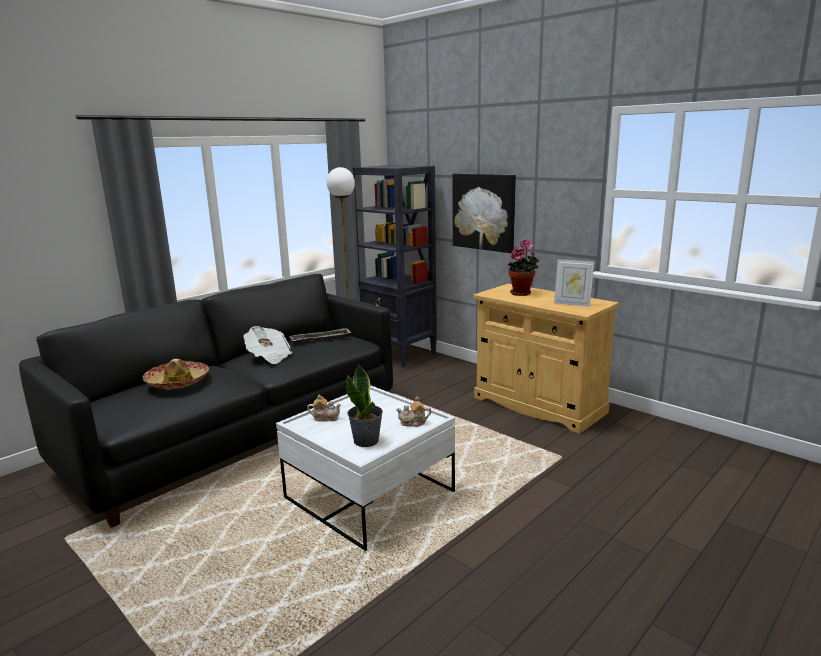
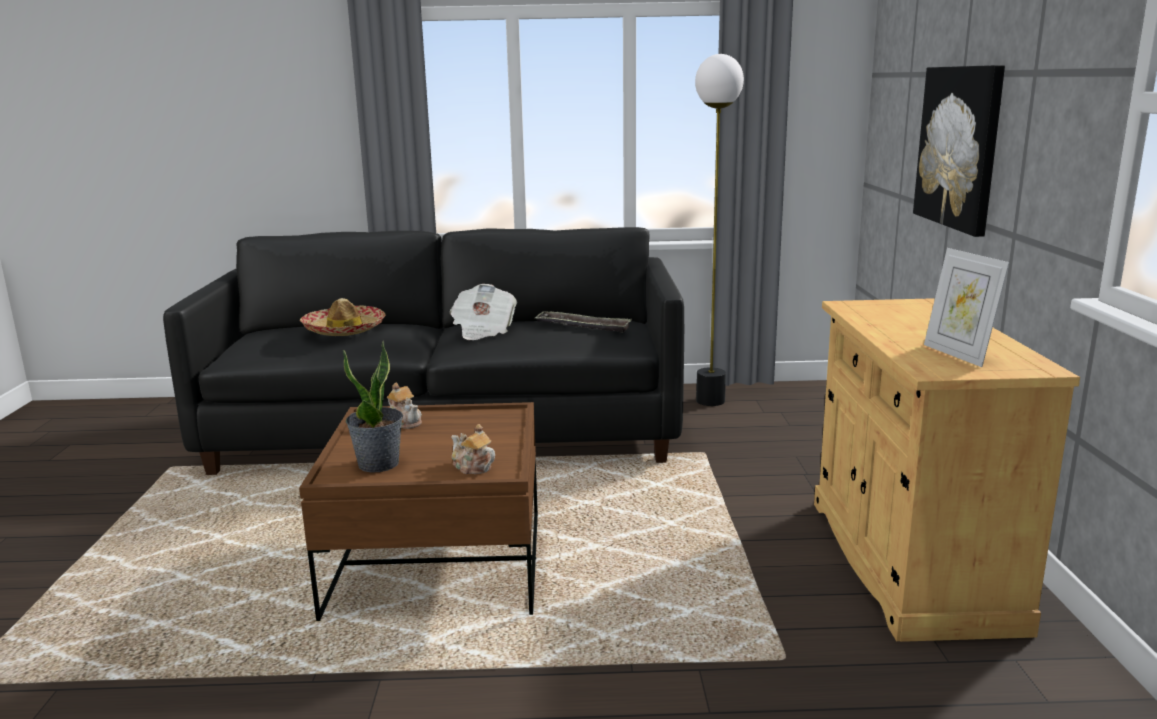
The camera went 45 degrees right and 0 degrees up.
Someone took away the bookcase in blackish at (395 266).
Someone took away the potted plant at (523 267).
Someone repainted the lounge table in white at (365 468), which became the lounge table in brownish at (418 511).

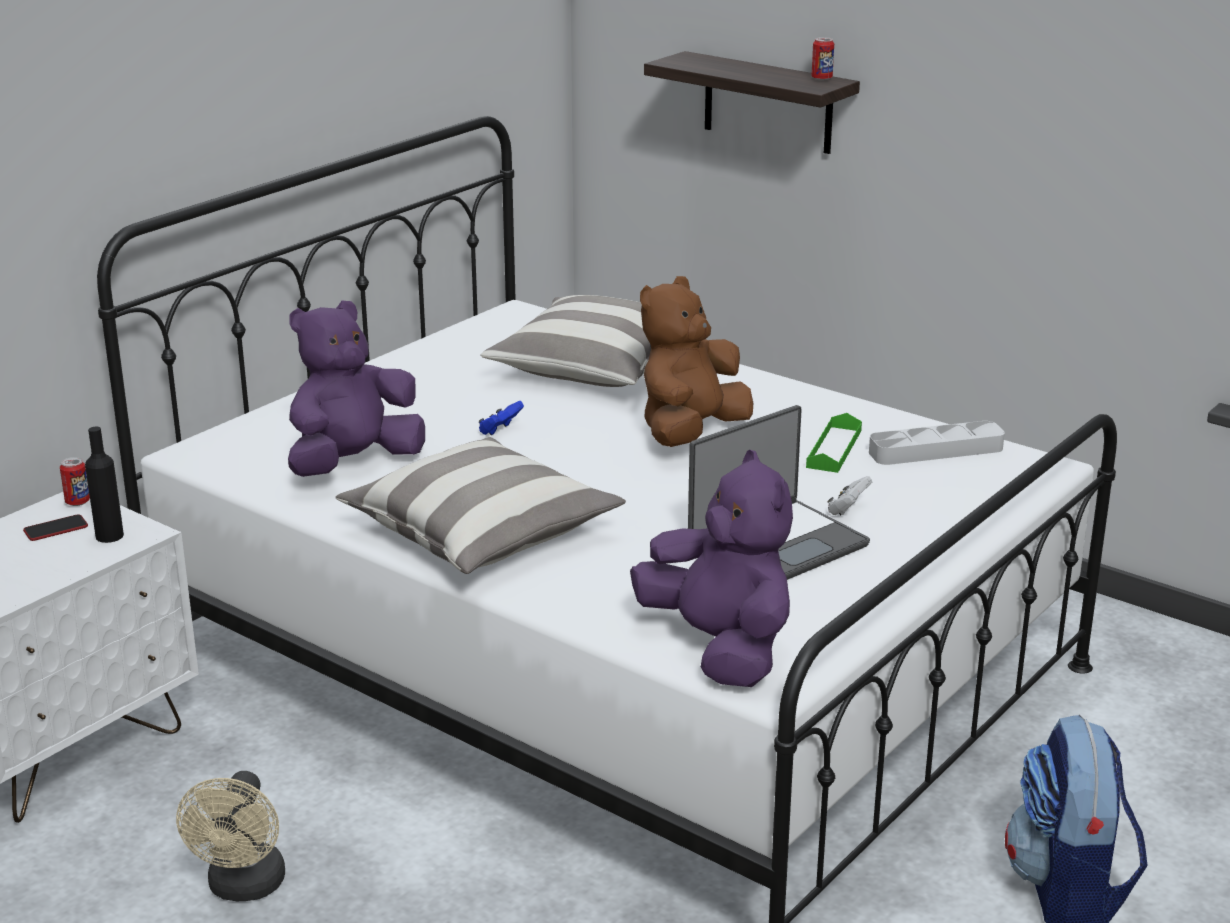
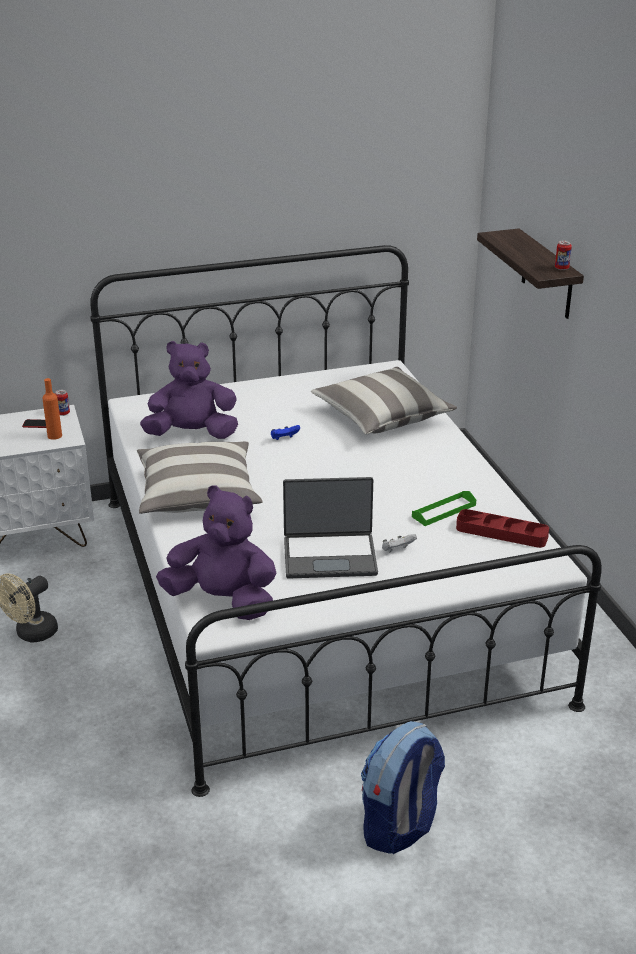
The camera went 35 degrees right and 5 degrees up.
Someone took away the soft toy in brownish at (696 361).
Someone repainted the beverage bottle in blackish at (104 485), which became the beverage bottle in orangey at (52 409).
Someone repainted the tray in greyish at (937 443), which became the tray in red-coloured at (502 528).
Someone rotated the soft toy in purple at (711 568) by 75 degrees counterclockwise.

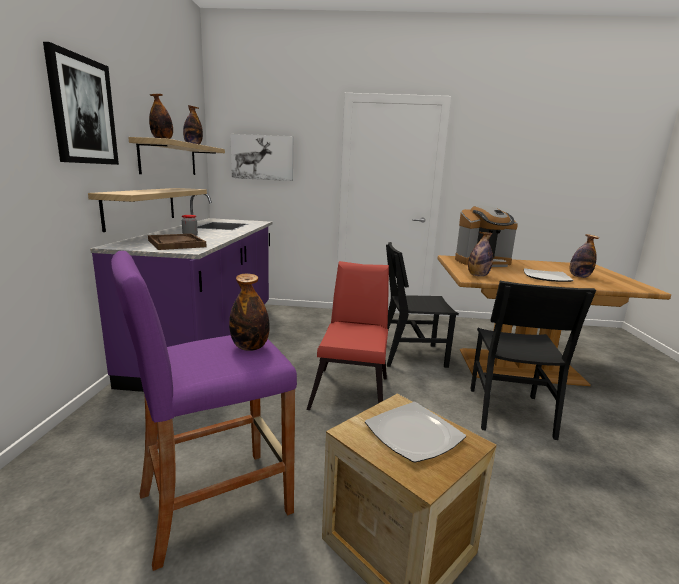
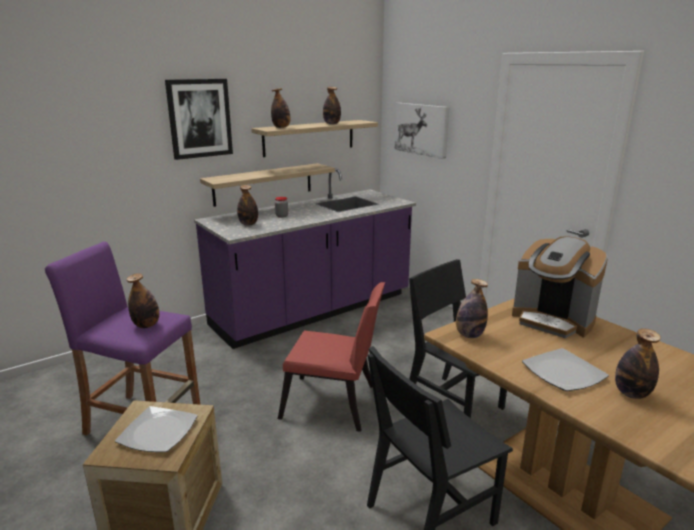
The camera went 50 degrees right and 5 degrees up.
Someone swapped the tray in brownish at (177 242) for the beverage bottle at (247 205).
Someone rotated the plain chair in red-coloured at (347 335) by 45 degrees clockwise.

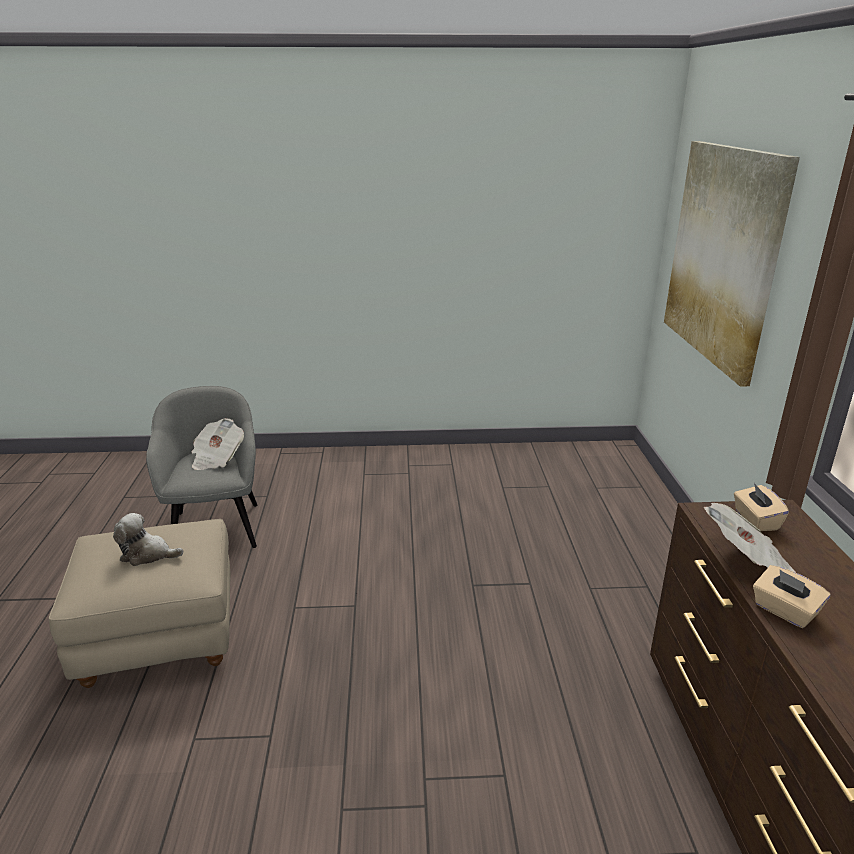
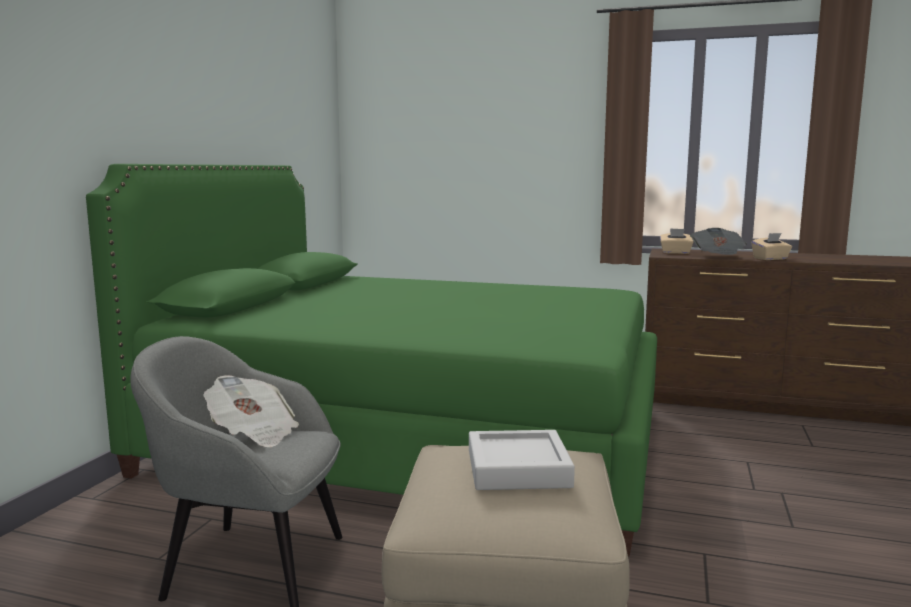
The camera went 70 degrees left and 15 degrees down.
Someone took away the picture at (732 264).
Someone put down the bedroom bed in green-coloured at (371 360).
Someone swapped the soft toy at (148 539) for the tray in greyish at (522 460).

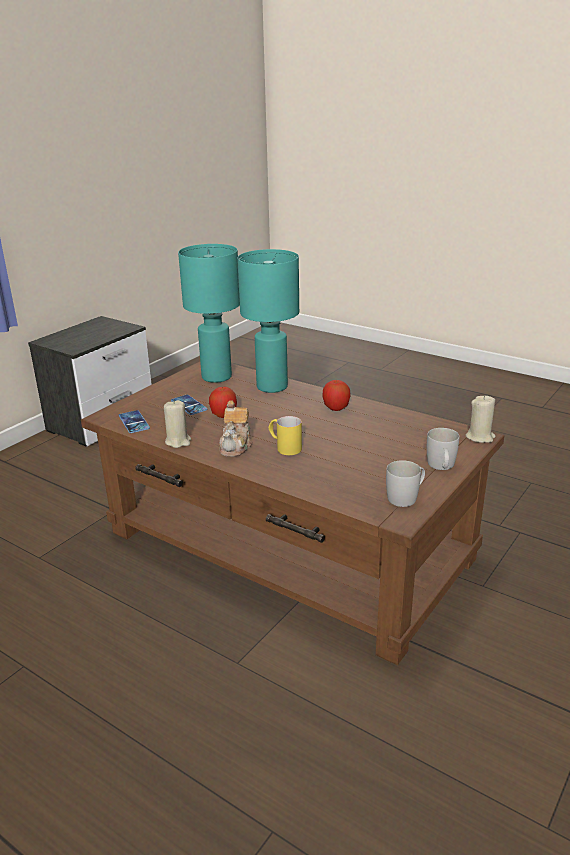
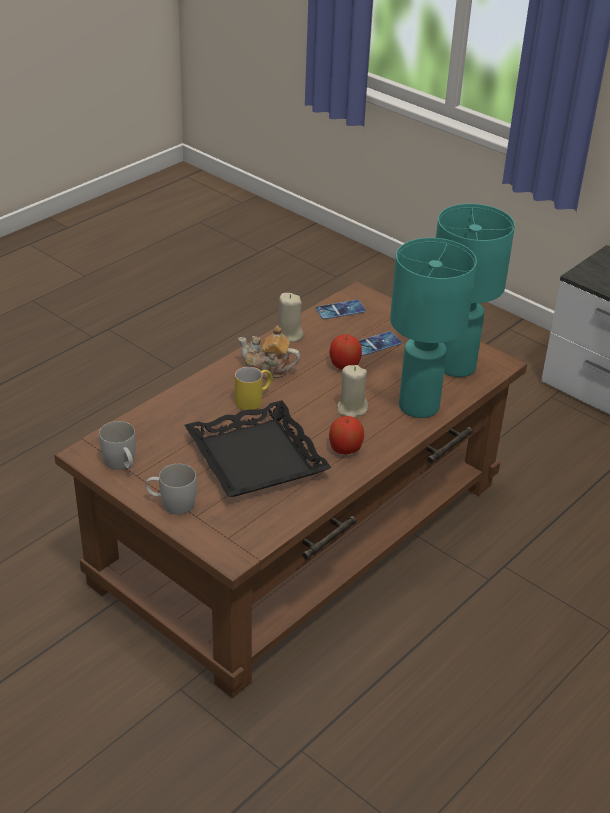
The camera went 95 degrees right and 10 degrees up.
Someone put down the tray in blackish at (257 448).
Someone carried the wax candle in beige-coloured from (480 419) to (352 391).

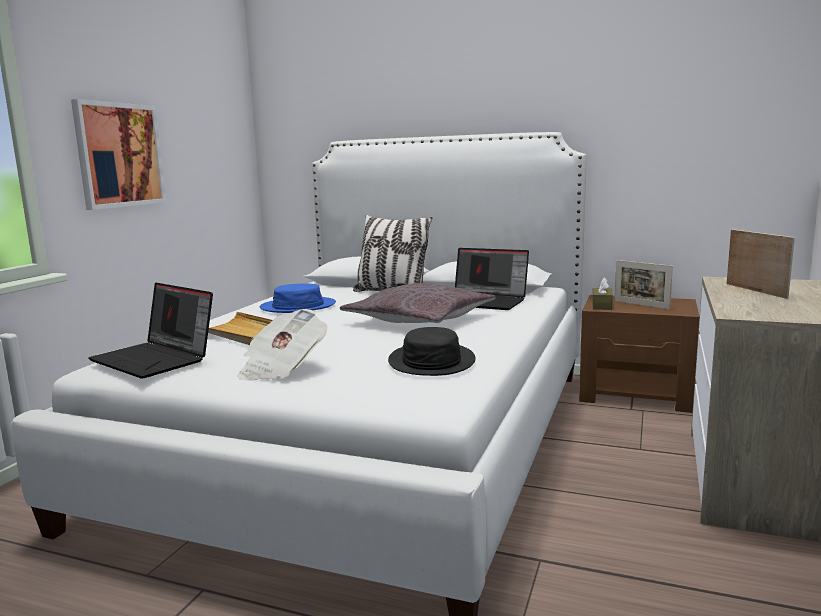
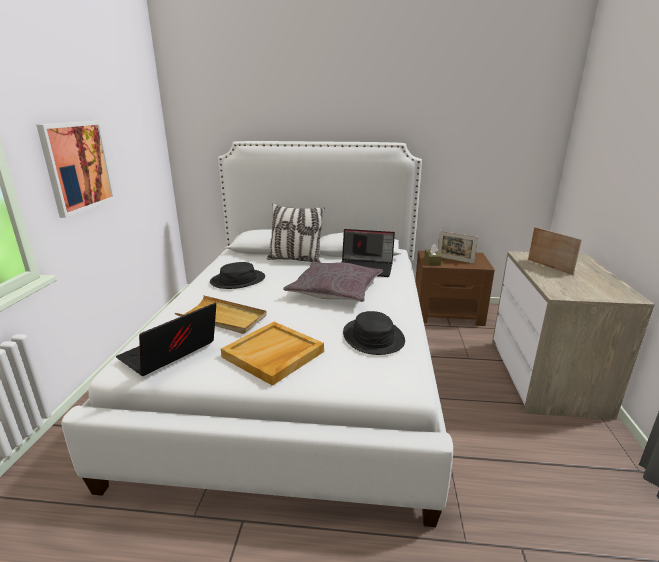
The camera went 15 degrees left and 10 degrees up.
Someone swapped the printed paper at (282 345) for the tray in beige-coloured at (272 354).
Someone repainted the hat in bluish at (298 298), which became the hat in blackish at (237 275).
Someone rotated the laptop at (150 331) by 105 degrees clockwise.

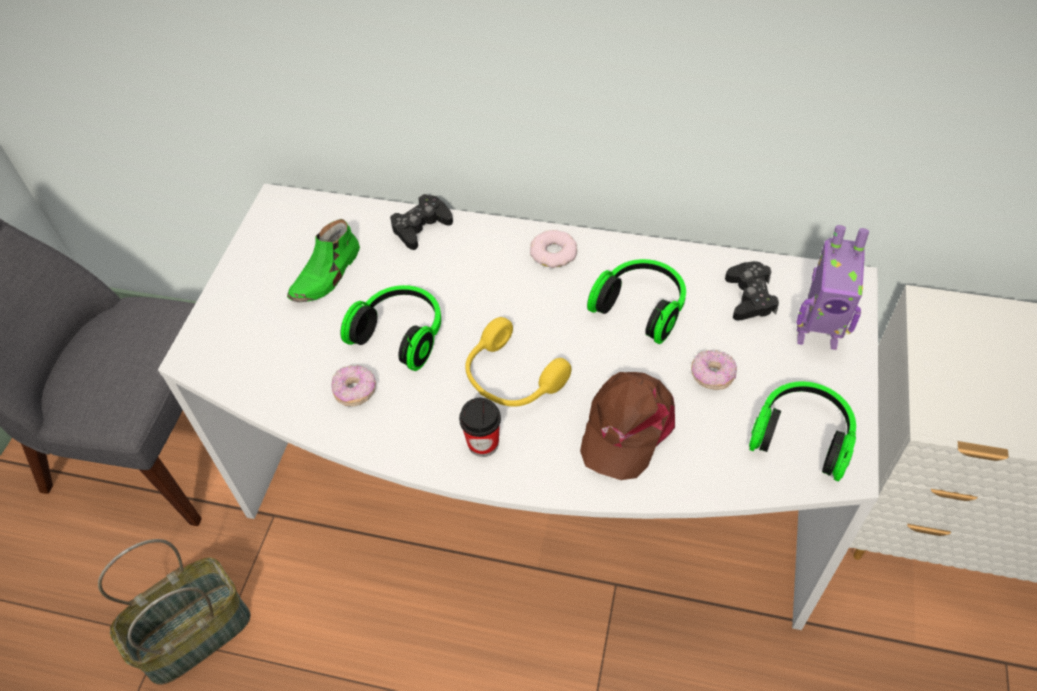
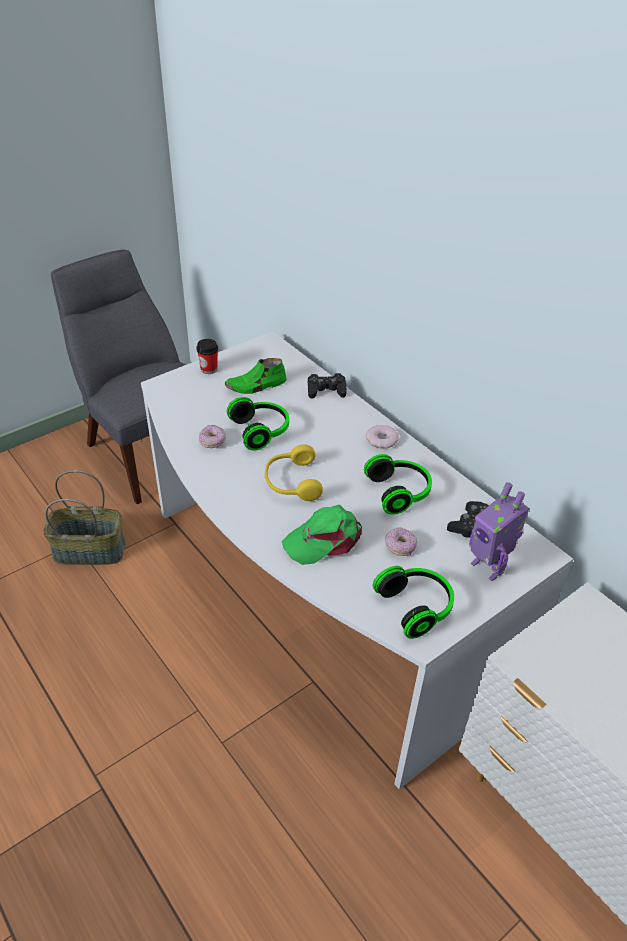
The camera went 35 degrees right and 10 degrees down.
Someone carried the small cup from (480 427) to (207 356).
Someone repainted the baseball cap in brownish at (627 426), which became the baseball cap in green-coloured at (322 535).

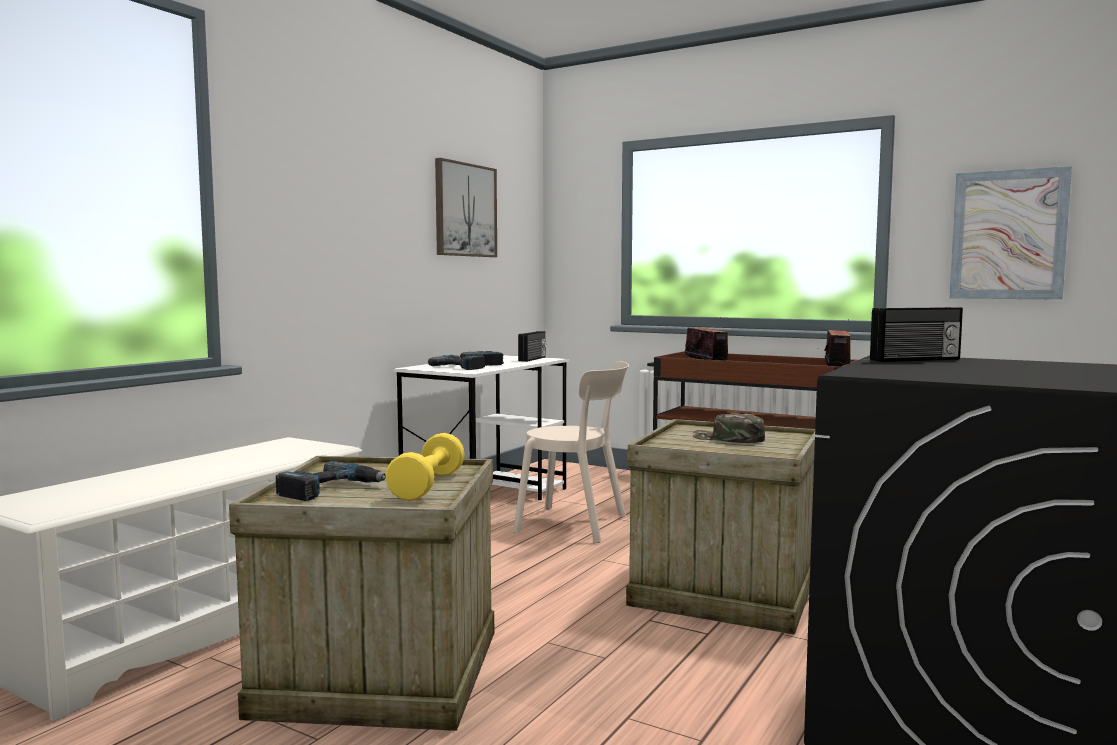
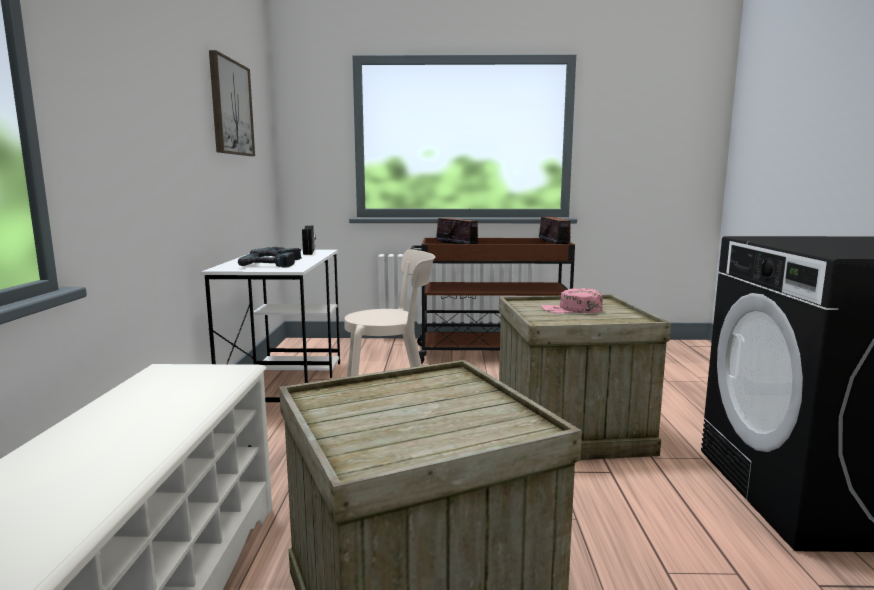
The camera went 30 degrees left and 5 degrees up.
Someone took away the drill at (331 481).
Someone took away the free weight in yellow-coloured at (425 467).
Someone took away the radio set at (916 334).
Someone took away the picture at (1011 233).
Someone repainted the baseball cap in green-coloured at (729 428), which became the baseball cap in pink at (572 300).

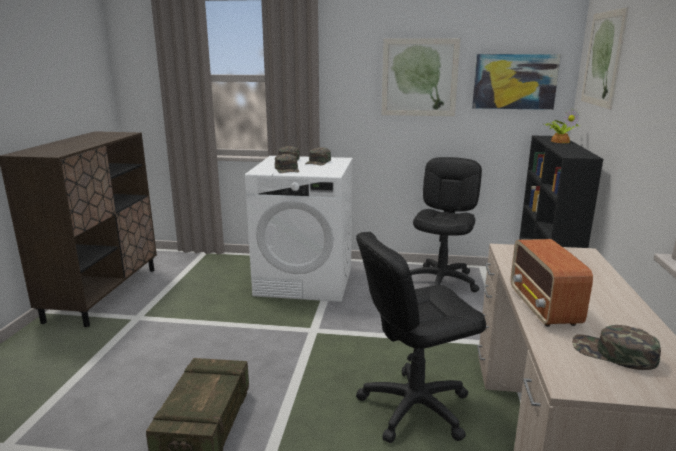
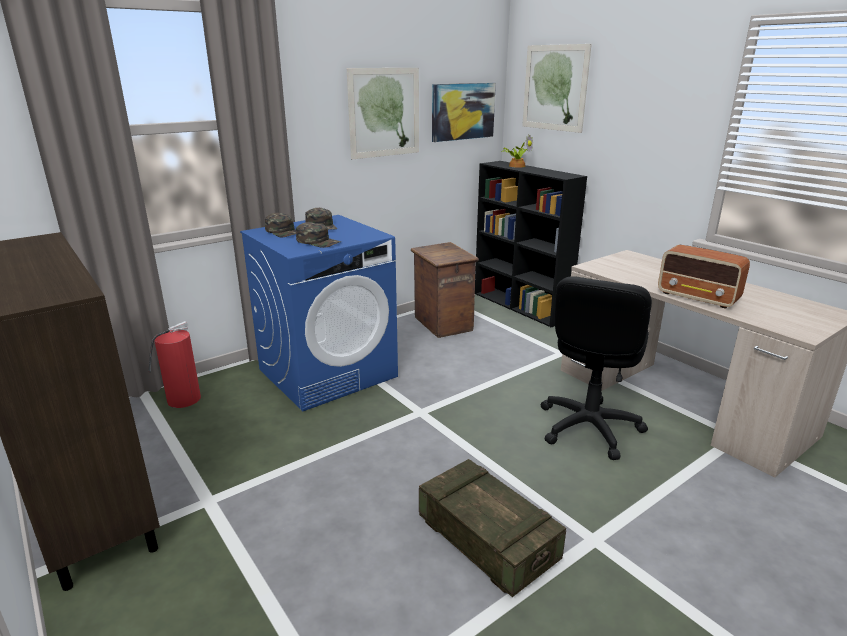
The camera went 45 degrees left and 5 degrees up.
Someone took away the baseball cap in green-coloured at (616 347).
Someone put down the fire extinguisher at (175 364).
Someone swapped the office chair in blackish at (446 224) for the shipping crate at (445 290).
Someone repainted the washing machine in white at (299 229), which became the washing machine in bluish at (319 313).

